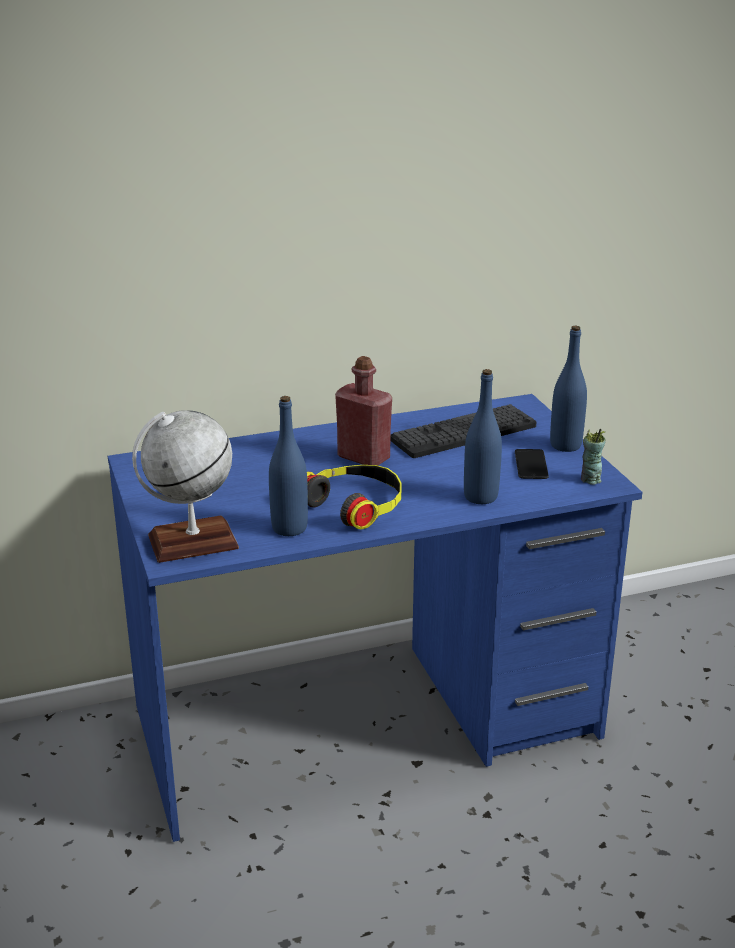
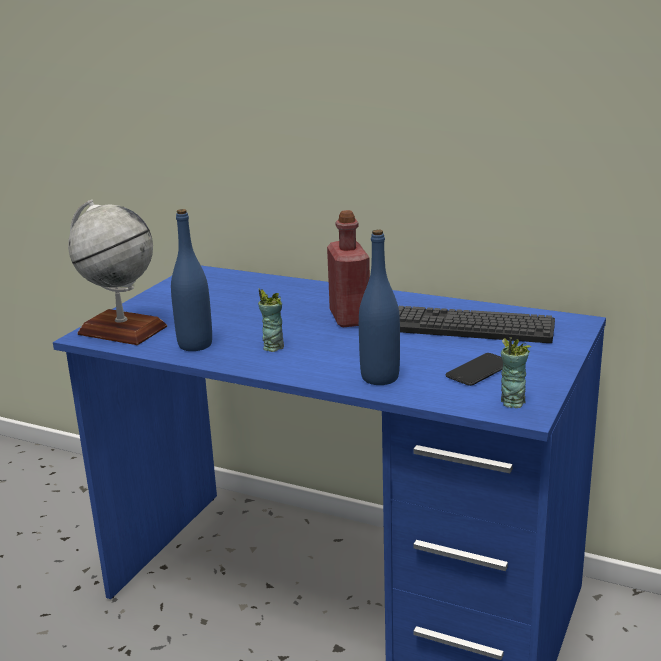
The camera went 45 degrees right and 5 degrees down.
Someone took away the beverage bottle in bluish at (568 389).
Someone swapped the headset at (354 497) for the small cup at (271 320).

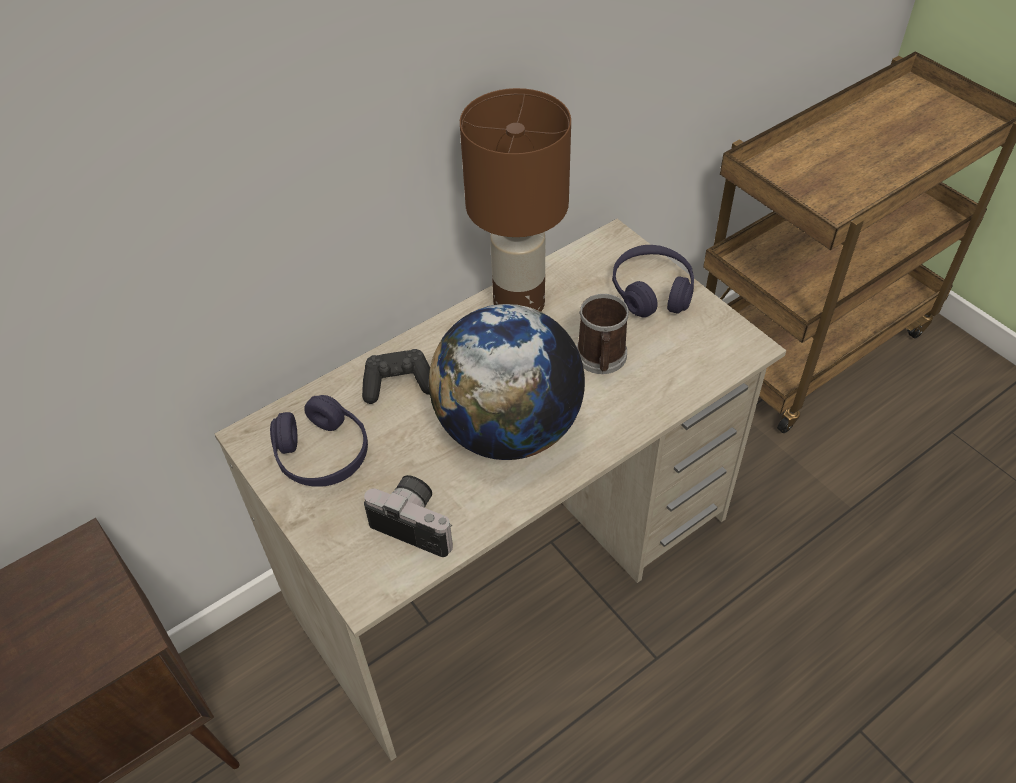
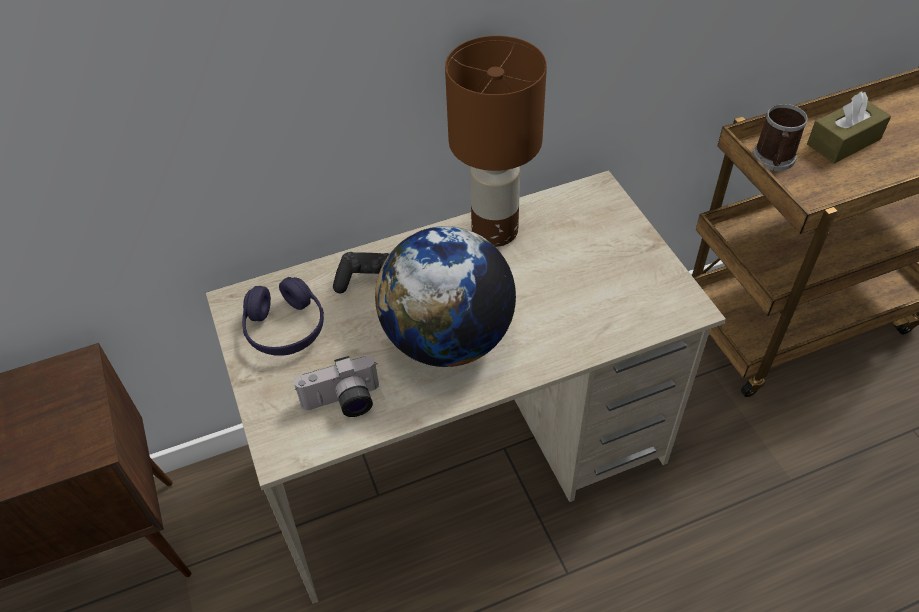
The camera went 15 degrees right and 0 degrees up.
Someone took away the headset in purple at (653 281).
Someone put down the tissue box in brownish at (849 128).
Someone carried the tea mug from (602 334) to (780 137).
Someone rotated the photo camera at (408 516) by 120 degrees clockwise.

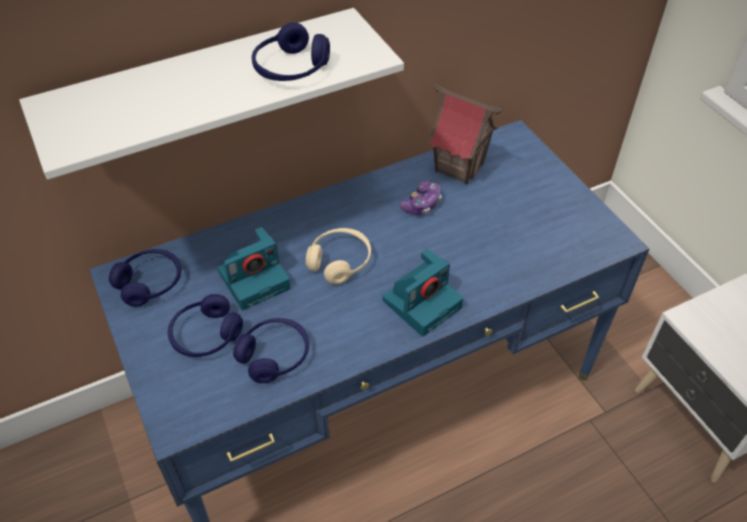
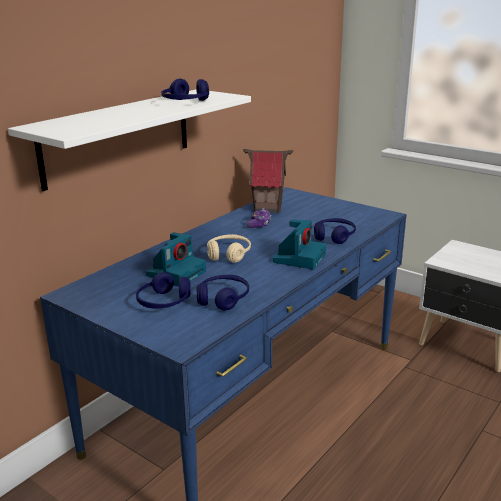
The camera went 25 degrees left and 25 degrees down.
Someone carried the headset in bluish from (145 278) to (335 231).

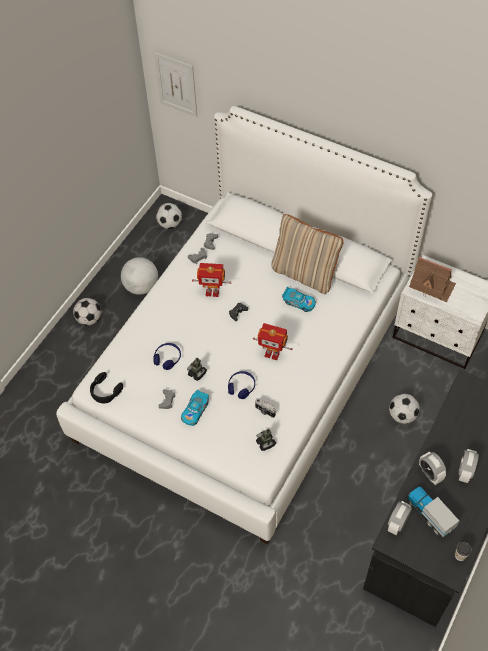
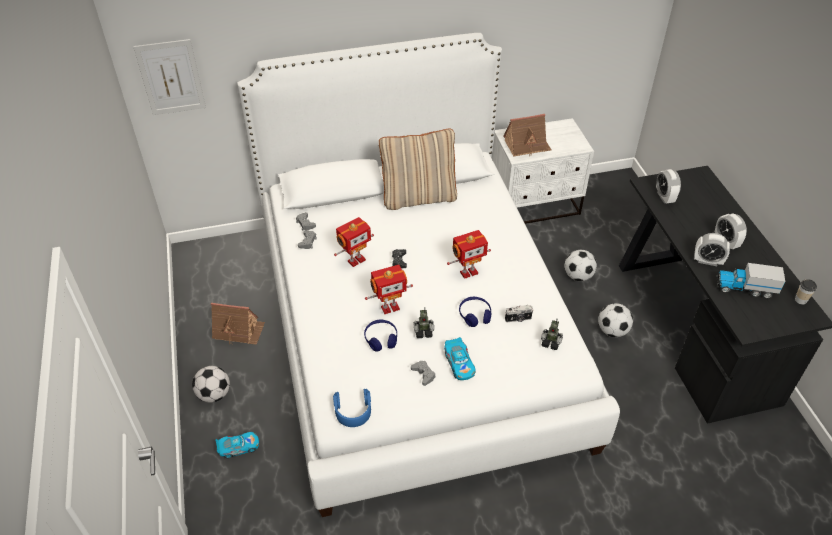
The camera went 45 degrees left and 10 degrees down.
Someone put down the robot figure at (389 289).
Someone carried the football from (169 216) to (615 320).
Someone carried the model car from (299 299) to (237 445).
Someone carried the alarm clock from (400 518) to (668 186).
Someone swapped the globe at (139 276) for the model house at (238 324).
Someone repainted the headset in blackish at (106 387), which became the headset in bluish at (352 408).

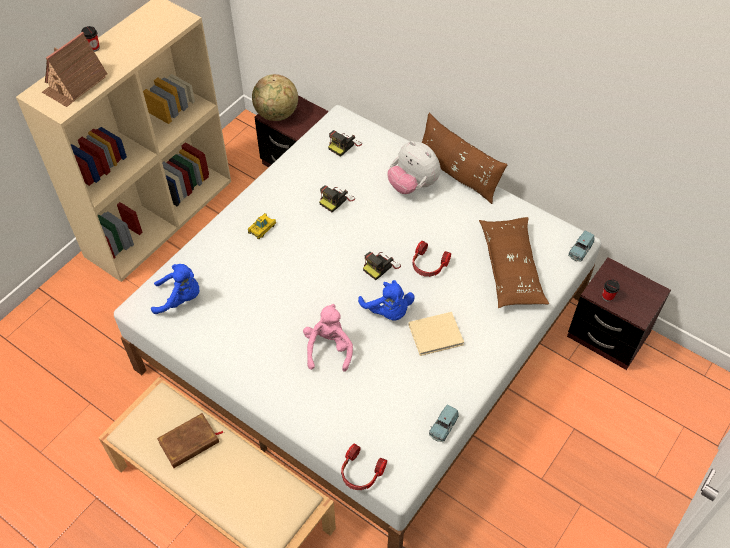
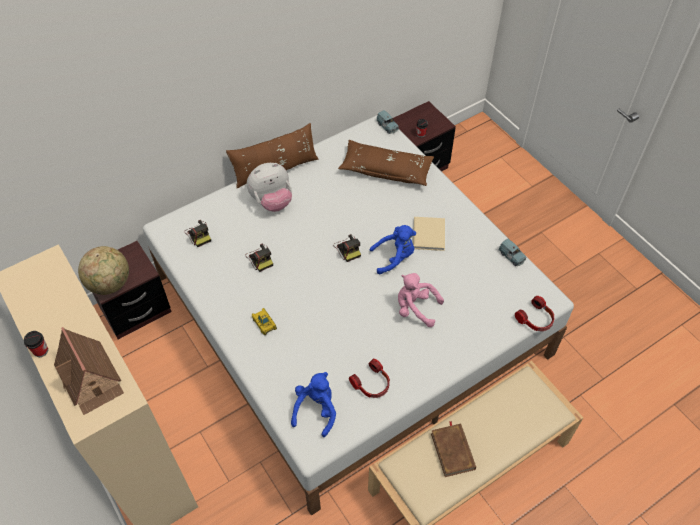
The camera went 70 degrees left and 0 degrees up.
Someone carried the headset from (432 259) to (369 378).

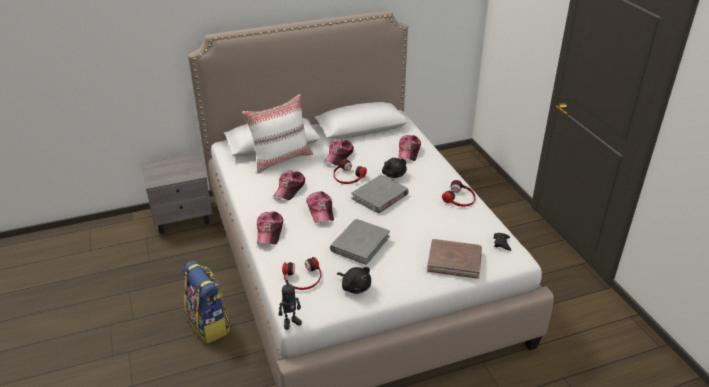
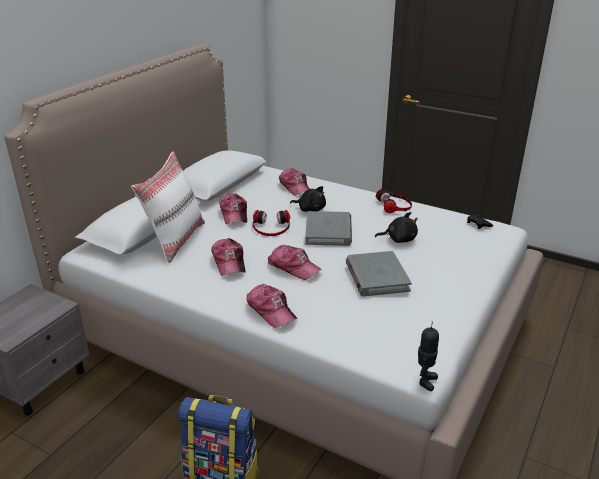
The camera went 40 degrees left and 5 degrees down.
Someone took away the headset at (302 273).
Someone took away the bound book in brownish at (454 259).
Someone carried the soft toy in blackish from (354 280) to (396 227).

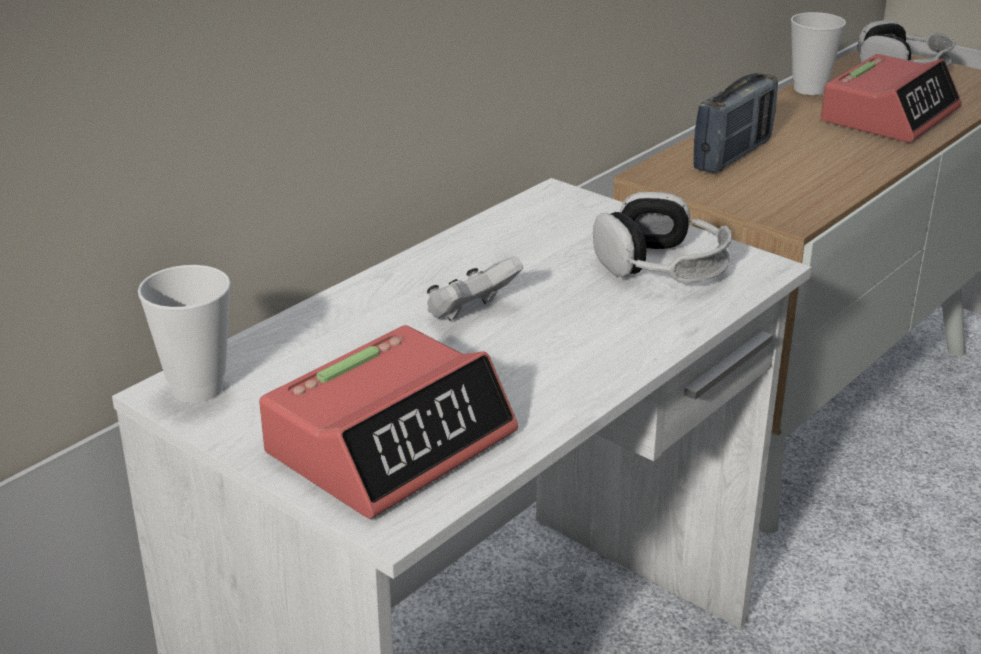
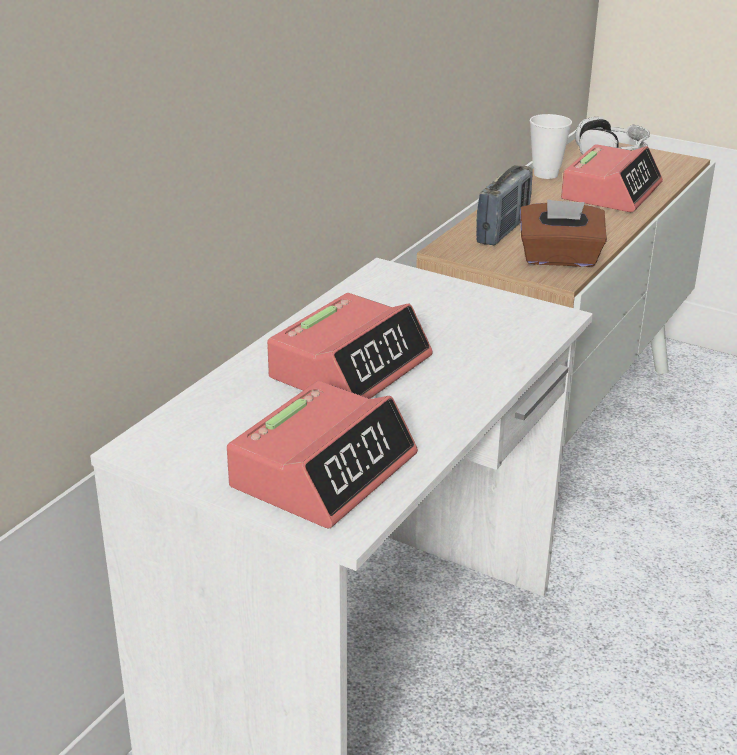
The camera went 10 degrees left and 0 degrees up.
Someone took away the small cup at (184 334).
Someone took away the headset at (662 237).
Someone put down the tissue box in brownish at (563 233).
Someone swapped the joypad in white at (475 288) for the alarm clock at (350 346).

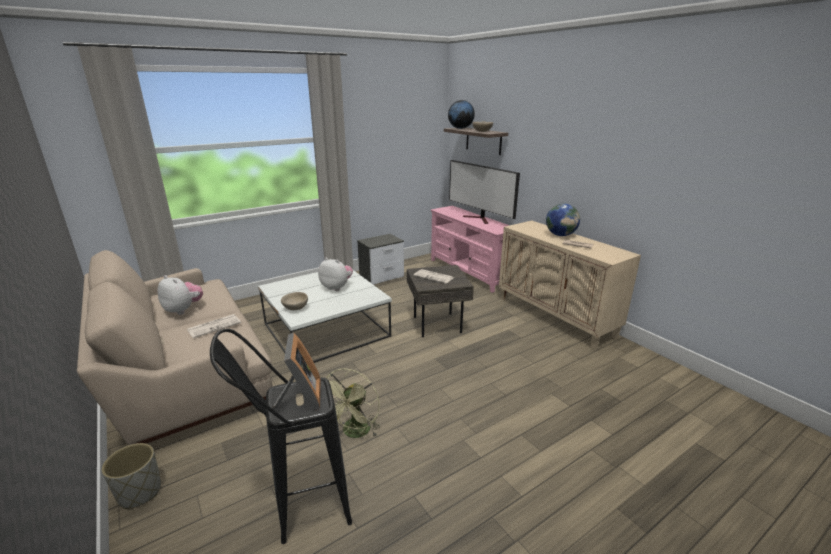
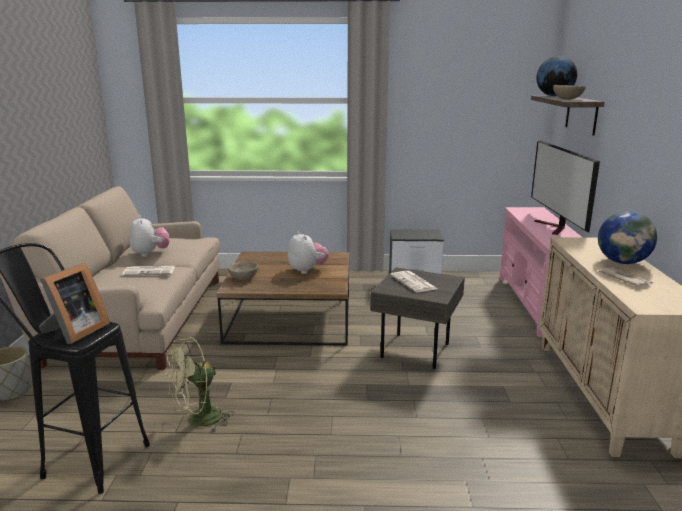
The camera went 35 degrees right and 5 degrees down.
Someone repainted the lounge table in white at (325 314), which became the lounge table in brownish at (282 299).

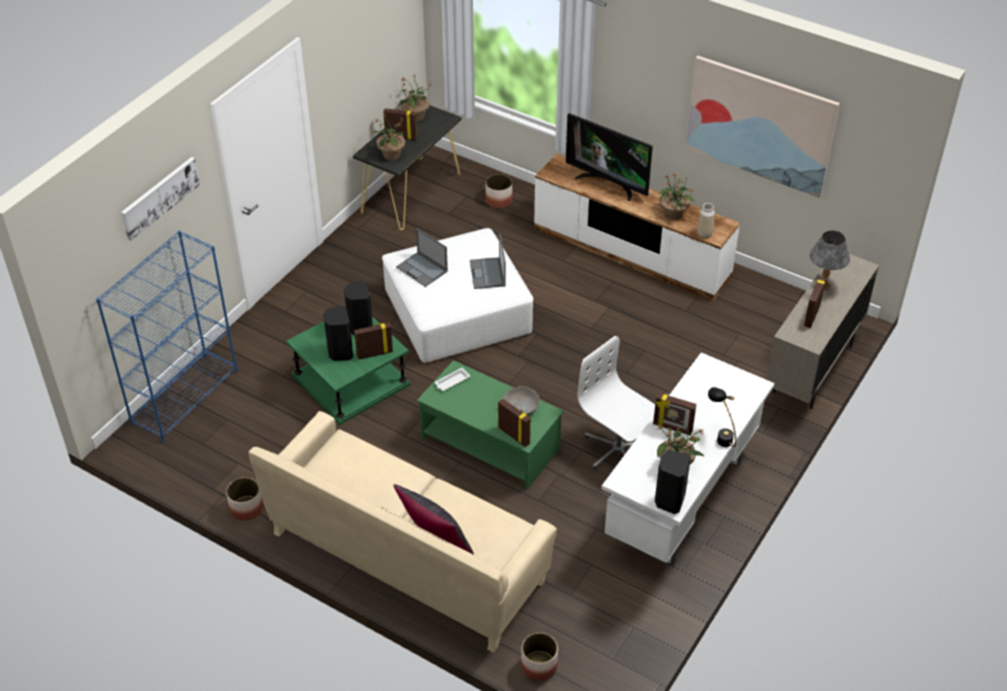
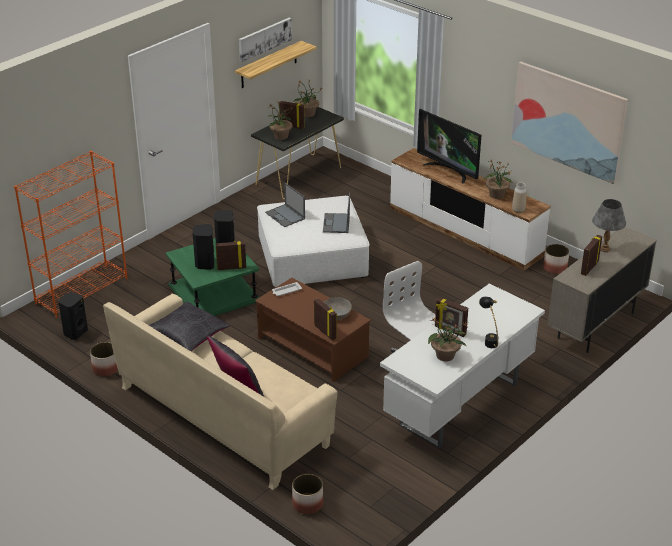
The camera went 10 degrees right and 10 degrees down.
Someone put down the pillow in blackish at (189 326).
Someone put up the shelf at (276 64).
Someone carried the picture from (160 199) to (265 40).
Someone carried the plant pot from (499 191) to (556 259).
Someone carried the audio speaker in blackish from (673 482) to (73 316).
Someone repainted the bookcase in bluish at (167 336), which became the bookcase in orangey at (71 234).
Someone repainted the lounge table in green-coloured at (490 425), which became the lounge table in brownish at (313 330).

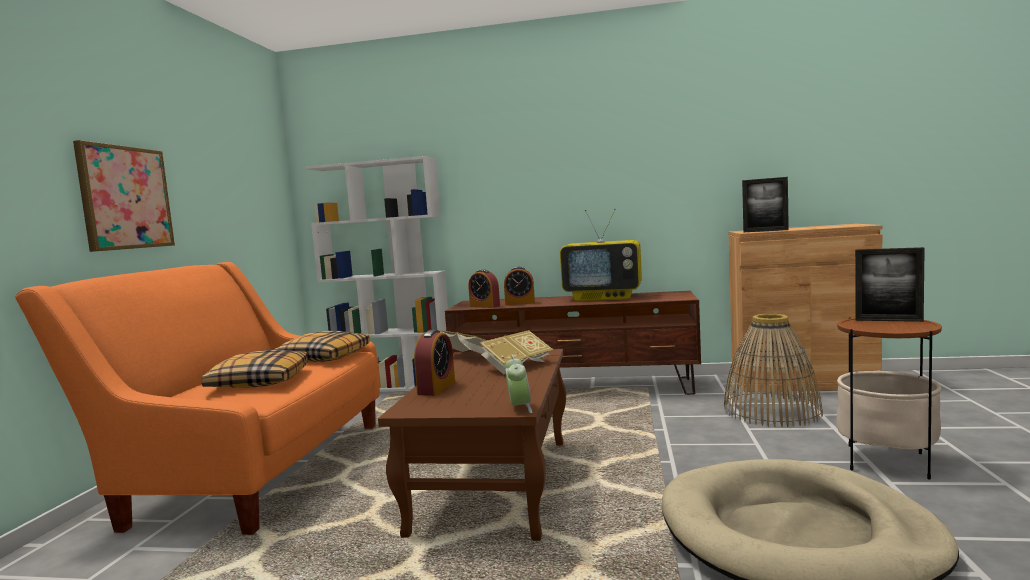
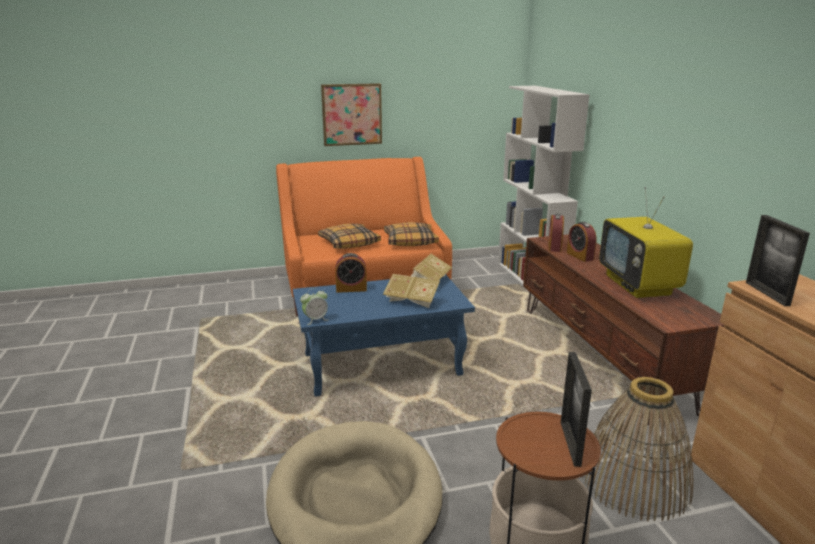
The camera went 65 degrees right and 15 degrees up.
Someone repainted the lounge table in brownish at (472 445), which became the lounge table in bluish at (384 335).

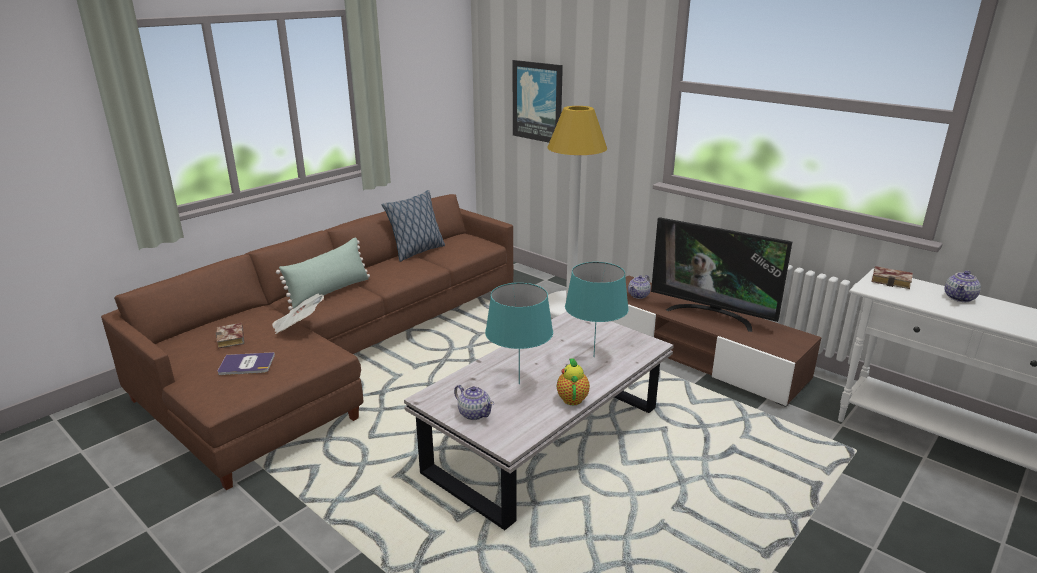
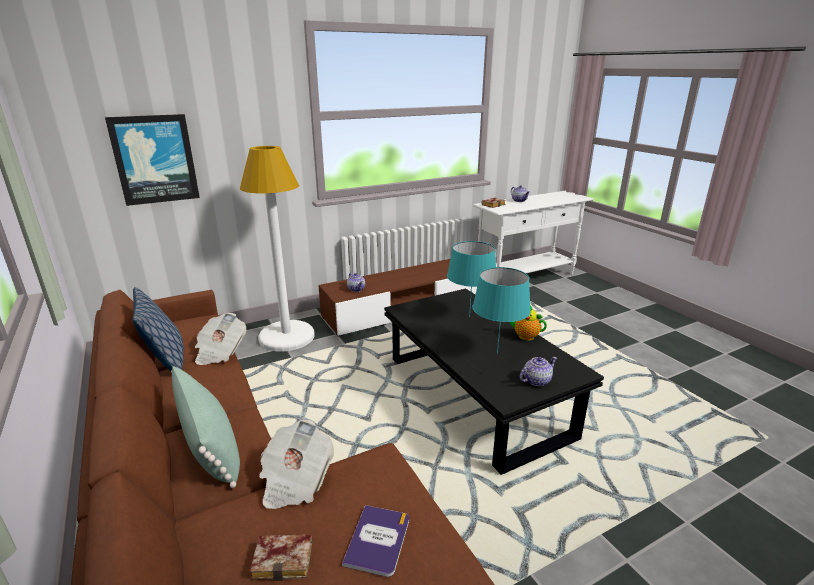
The camera went 70 degrees left and 0 degrees up.
Someone took away the television at (721 274).
Someone put down the printed paper at (220 339).
Someone repainted the lounge table in white at (539 420), which became the lounge table in blackish at (494 382).

